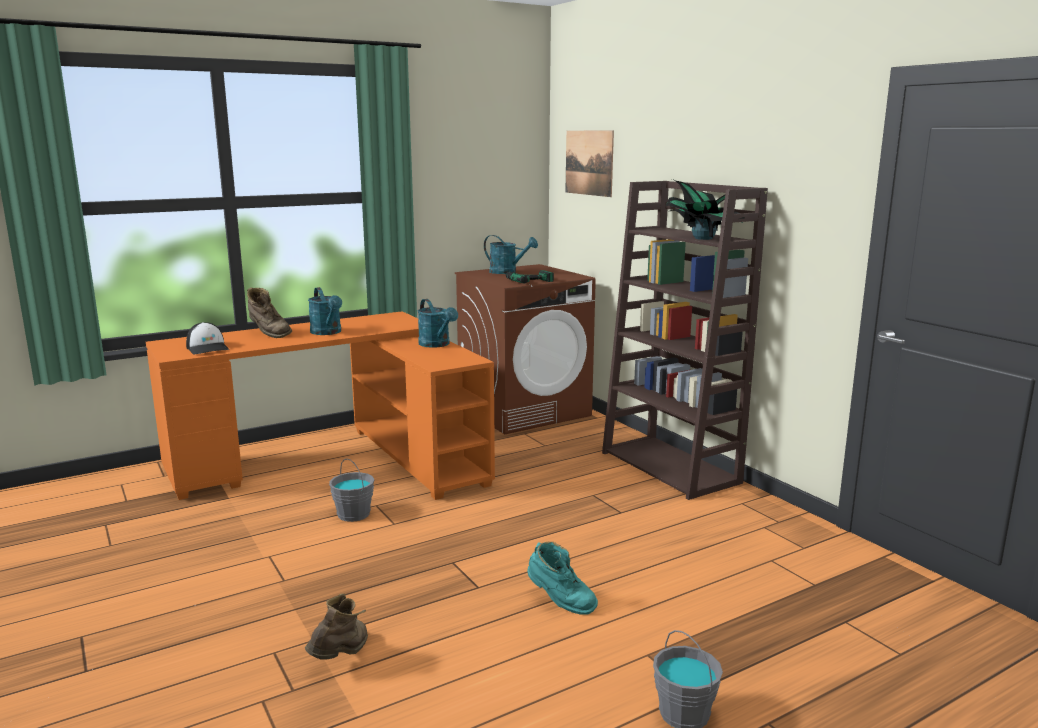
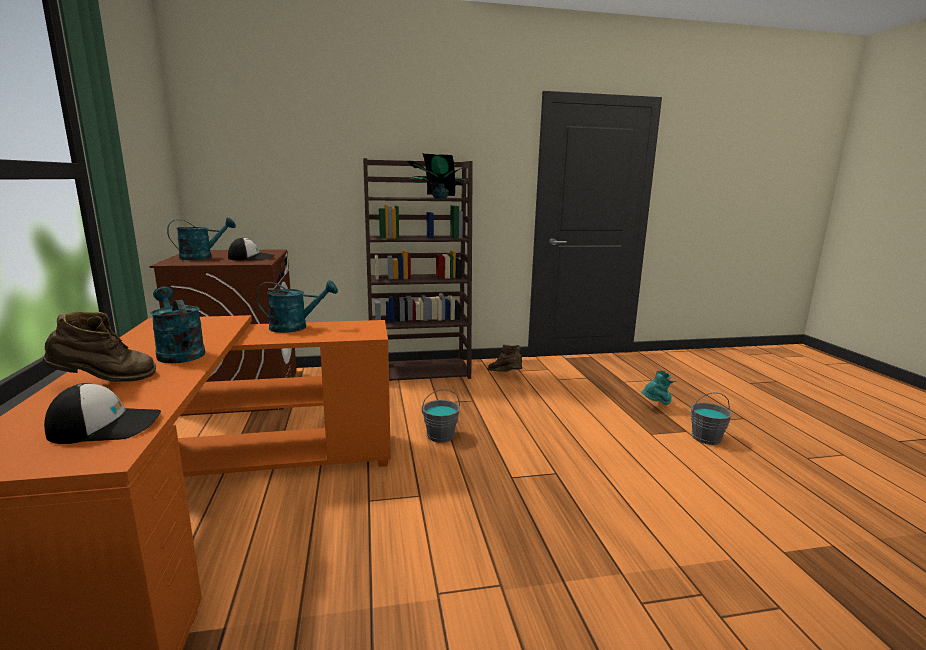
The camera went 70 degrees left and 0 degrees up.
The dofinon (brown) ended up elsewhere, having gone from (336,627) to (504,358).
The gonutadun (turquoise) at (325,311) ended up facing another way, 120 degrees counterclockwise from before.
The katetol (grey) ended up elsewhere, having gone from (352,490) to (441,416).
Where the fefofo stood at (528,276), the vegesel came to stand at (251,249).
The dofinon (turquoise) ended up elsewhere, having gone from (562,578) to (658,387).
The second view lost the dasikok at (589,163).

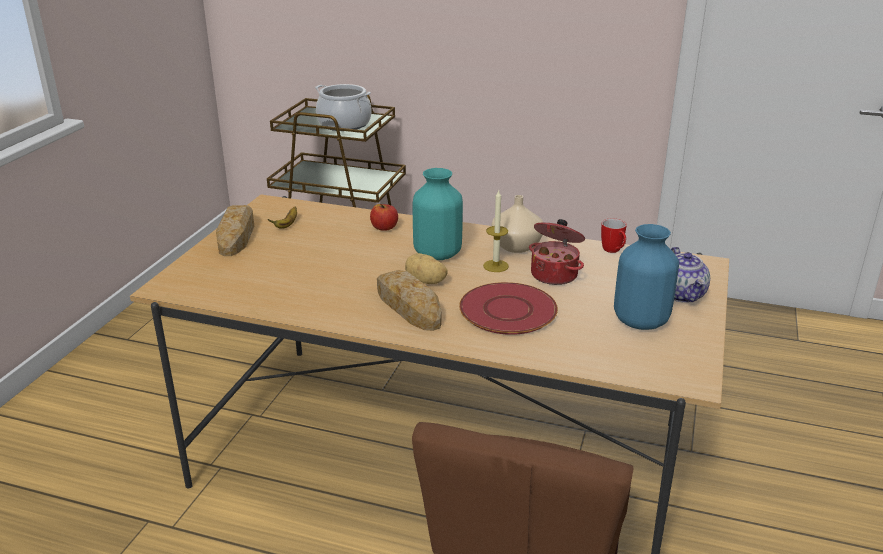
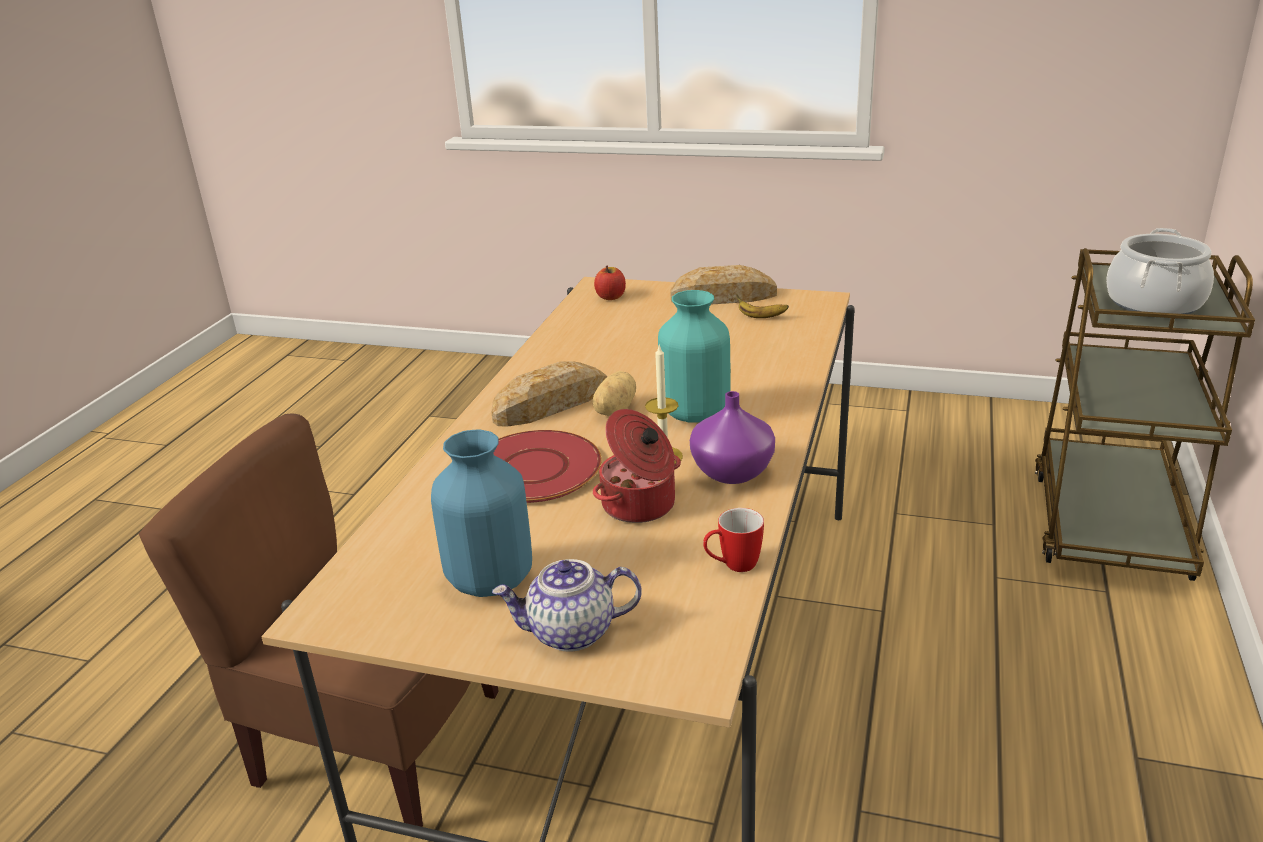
The camera went 90 degrees right and 0 degrees up.
The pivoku ended up elsewhere, having gone from (384,217) to (610,283).
What was the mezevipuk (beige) at (517,224) turned into the mezevipuk (purple) at (732,437).

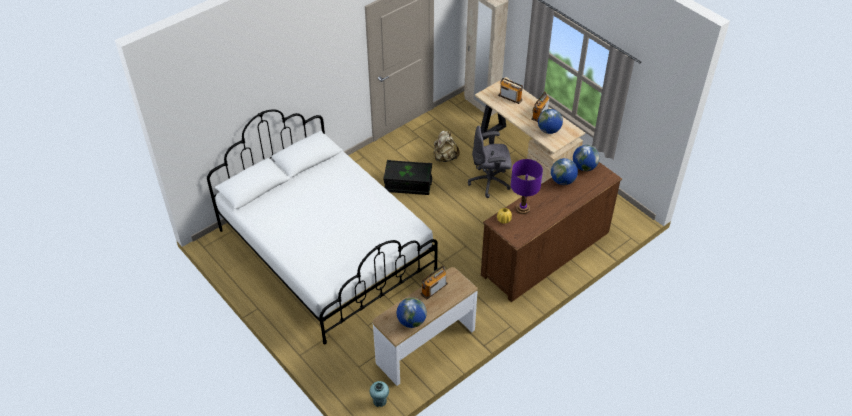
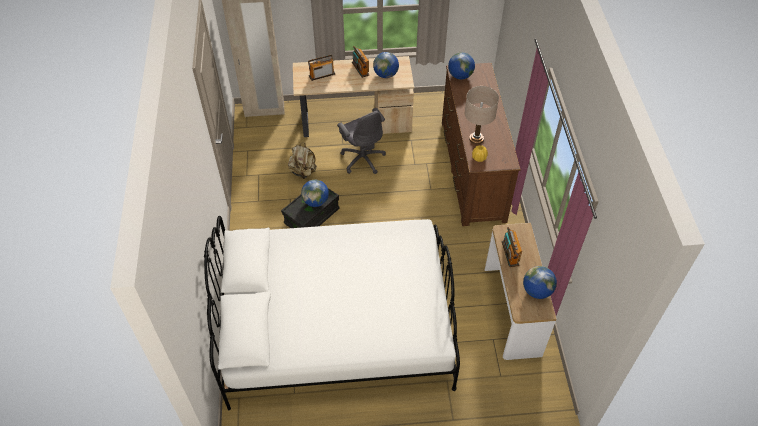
The camera went 55 degrees left and 5 degrees up.
The second view lost the mezevipuk (turquoise) at (379,394).
The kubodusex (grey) at (490,162) ended up facing another way, 60 degrees counterclockwise from before.
What was the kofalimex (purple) at (527,186) turned into the kofalimex (beige) at (482,115).
The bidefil ended up elsewhere, having gone from (564,171) to (315,193).

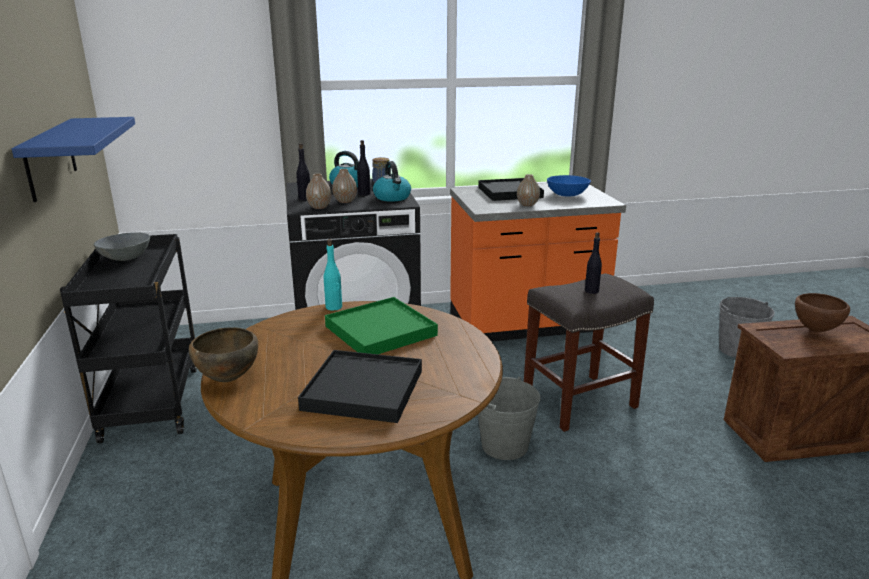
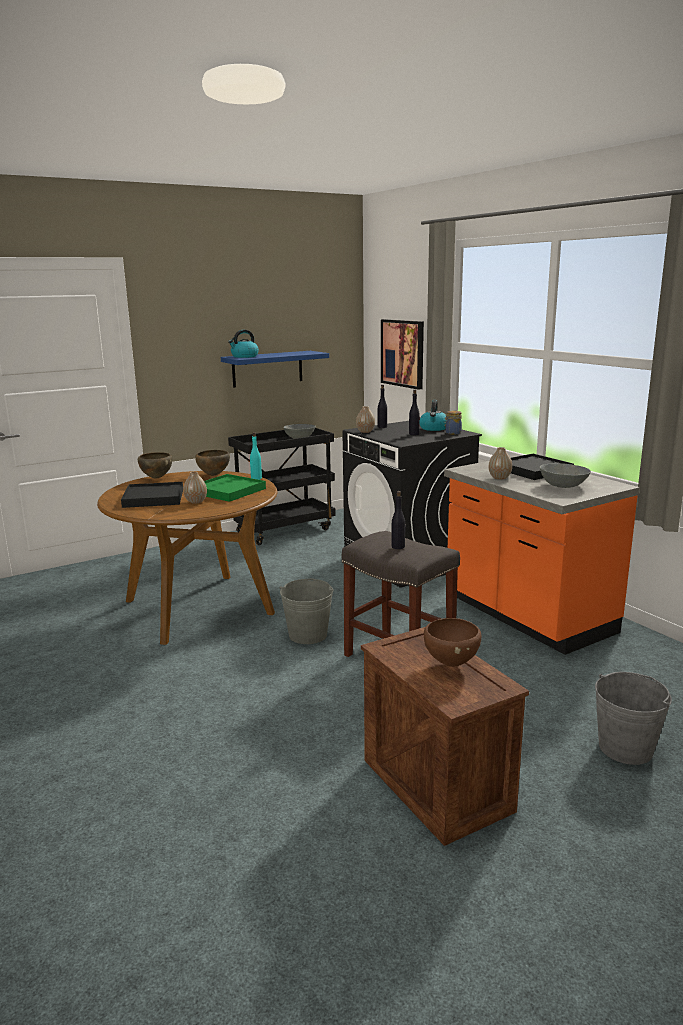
The camera went 70 degrees right and 5 degrees down.
The mezevipuk ended up elsewhere, having gone from (344,186) to (195,487).
The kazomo ended up elsewhere, having gone from (392,181) to (243,344).
What was the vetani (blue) at (569,185) turned into the vetani (grey) at (565,475).
The second view gained the vetani (brown) at (212,463).
The second view gained the dasikok at (402,354).

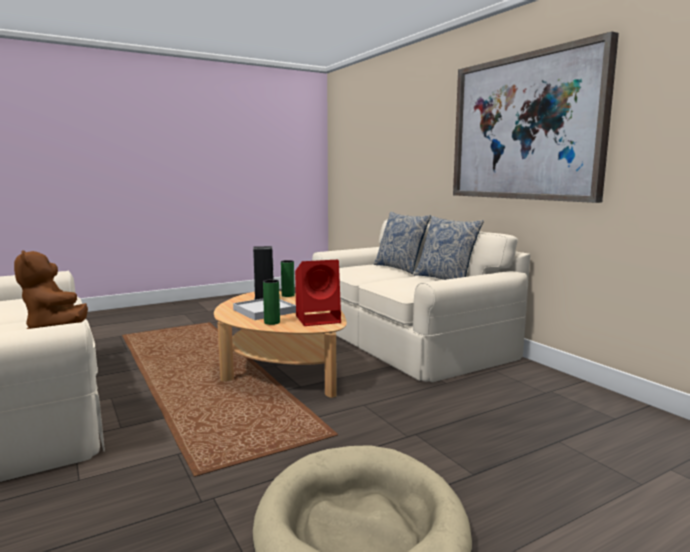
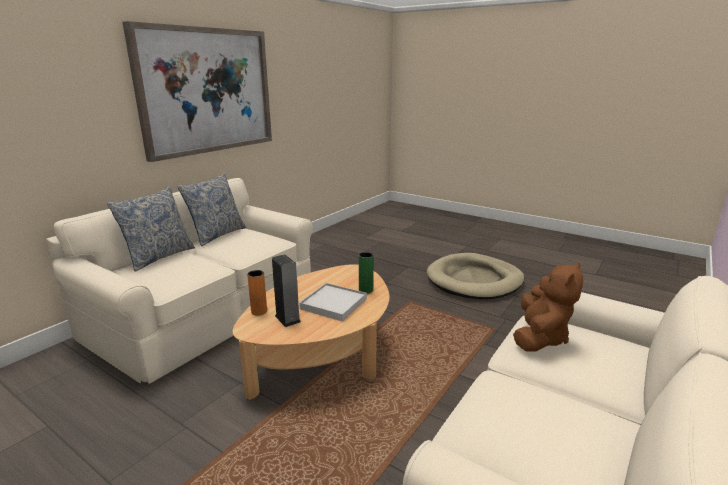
The camera went 115 degrees left and 10 degrees up.
What was the mezevipuk (green) at (288,278) turned into the mezevipuk (orange) at (257,293).
The second view lost the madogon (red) at (318,293).

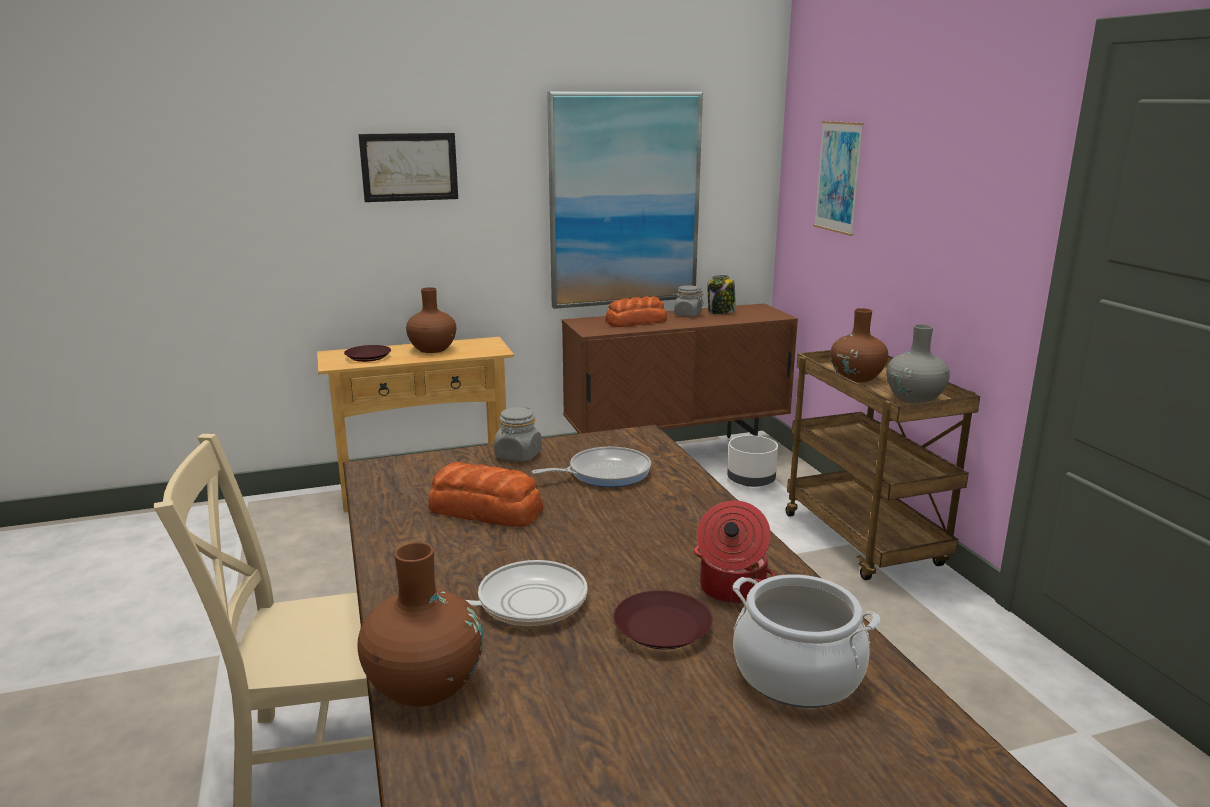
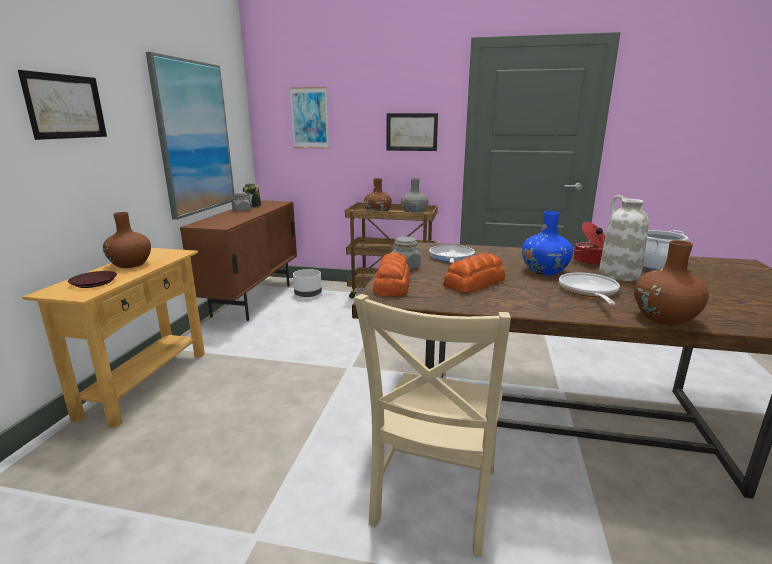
The camera went 60 degrees left and 0 degrees up.
The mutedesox ended up elsewhere, having gone from (636,311) to (391,274).
Where the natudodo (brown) stood at (662,619), the mezevipuk (white) came to stand at (624,238).
The second view gained the dasikok at (412,132).
The second view gained the mezevipuk (blue) at (547,243).

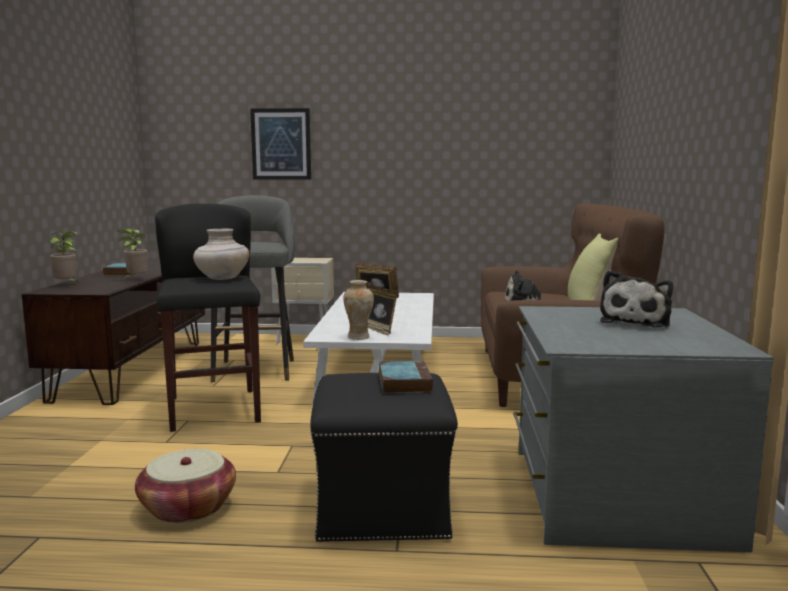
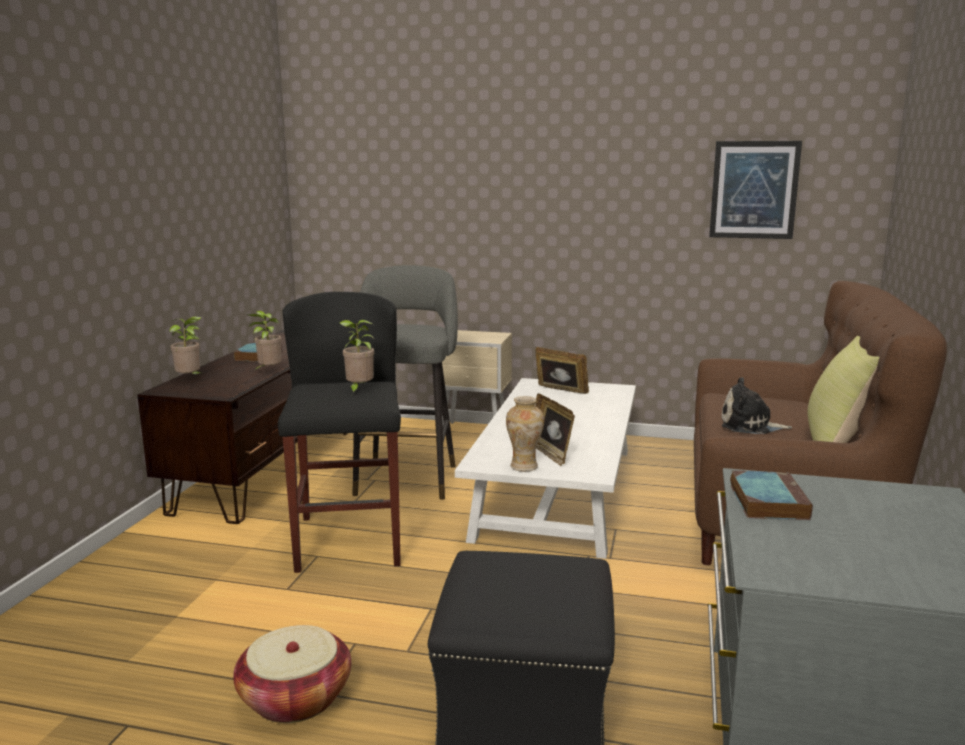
The camera went 10 degrees right and 5 degrees up.
Where the mezevipuk (beige) stood at (221,254), the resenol came to stand at (356,357).
The dasikok ended up elsewhere, having gone from (280,144) to (755,190).
The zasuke ended up elsewhere, having gone from (406,377) to (771,495).
The second view lost the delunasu at (636,298).

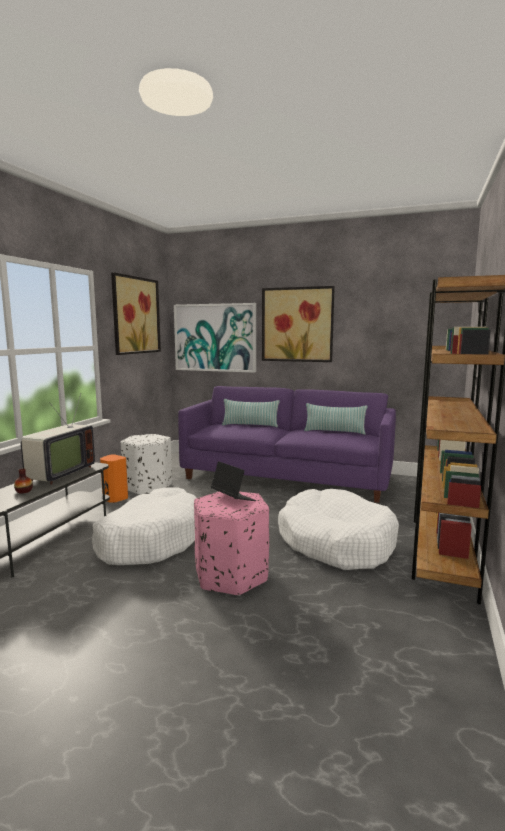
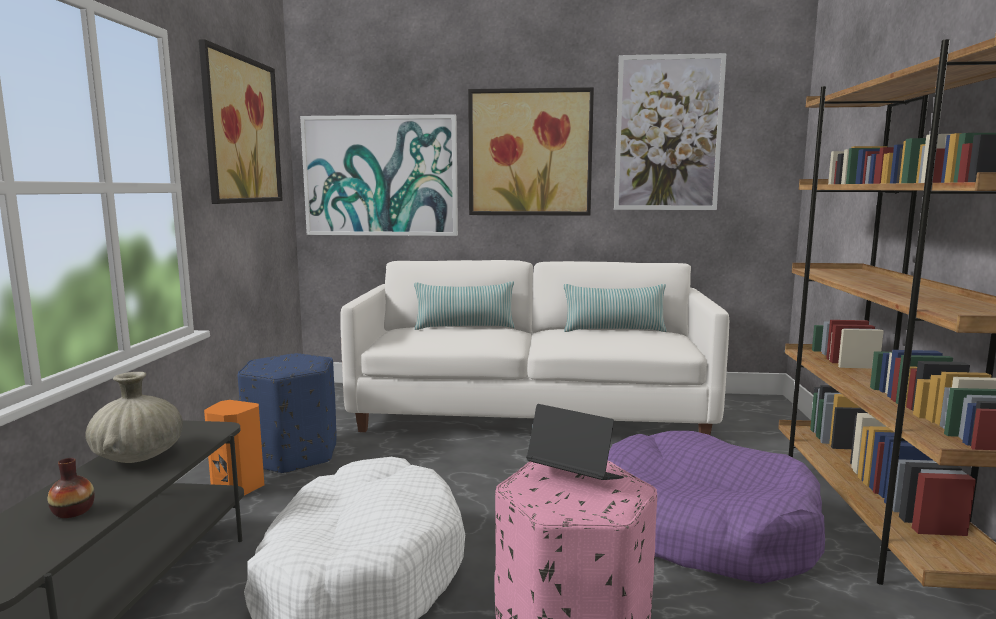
The camera went 15 degrees left and 0 degrees up.
Where the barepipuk stood at (58,439), the mezevipuk (beige) came to stand at (134,417).
What was the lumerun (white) at (146,464) turned into the lumerun (blue) at (287,413).
What was the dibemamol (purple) at (287,444) turned into the dibemamol (white) at (535,347).
What was the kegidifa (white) at (338,529) turned into the kegidifa (purple) at (716,507).
The second view gained the dasikok at (670,131).

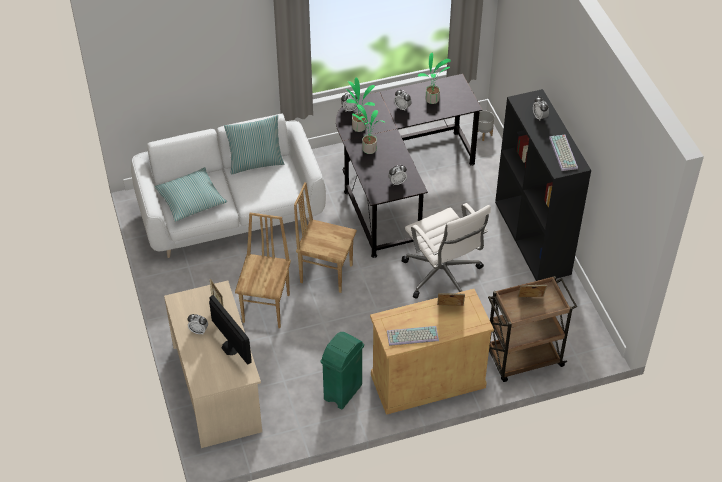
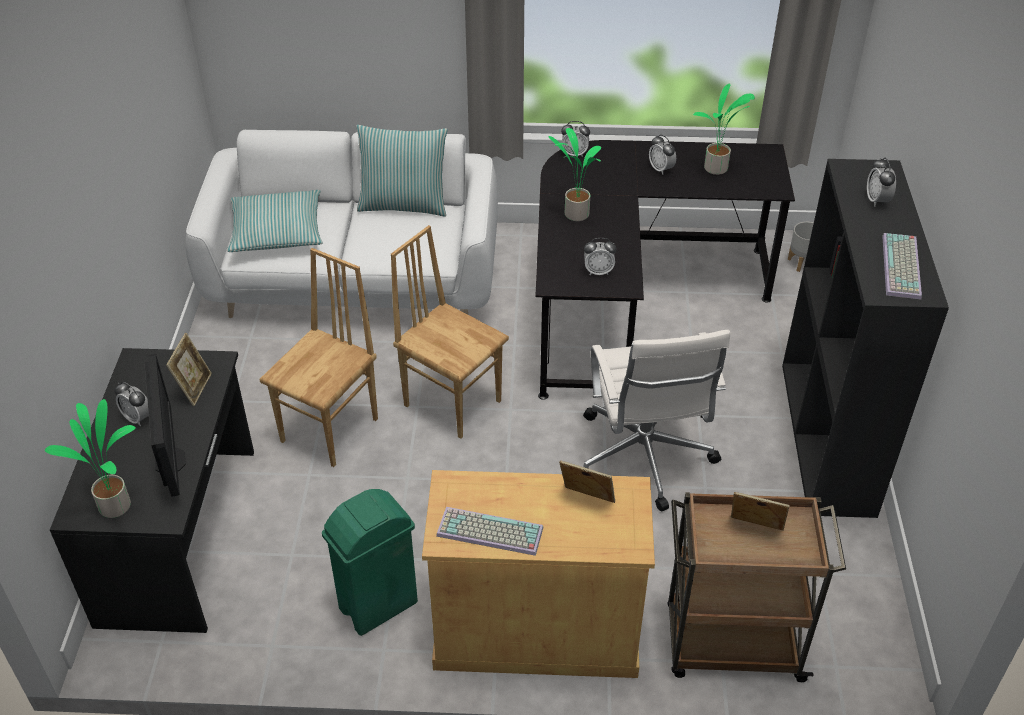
The camera went 20 degrees right and 5 degrees down.
What was the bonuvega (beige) at (213,364) turned into the bonuvega (black) at (152,490).
The resenol ended up elsewhere, having gone from (360,104) to (90,458).

